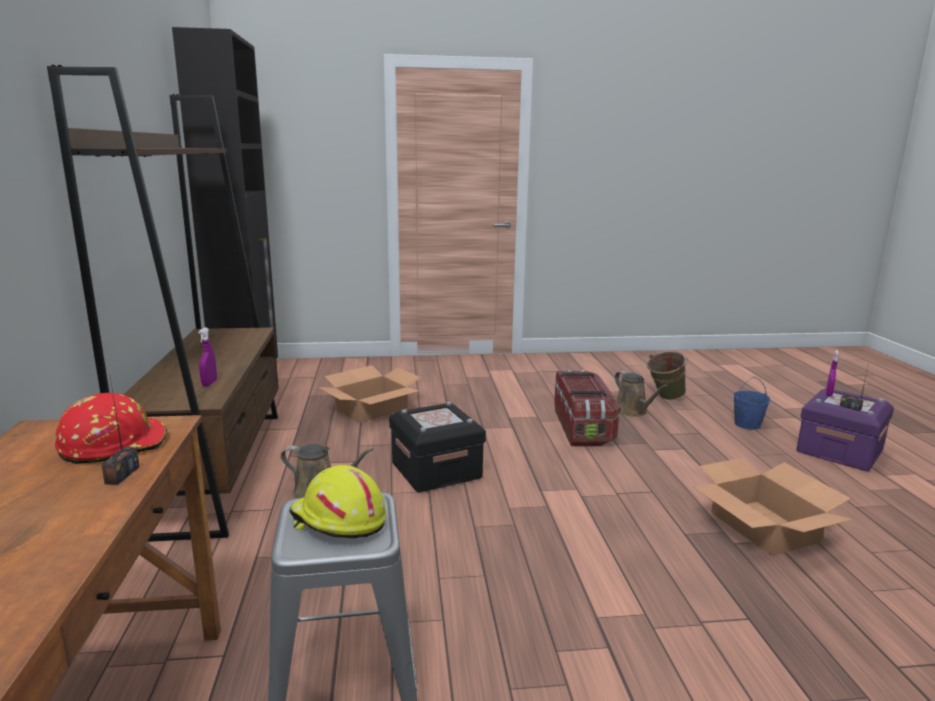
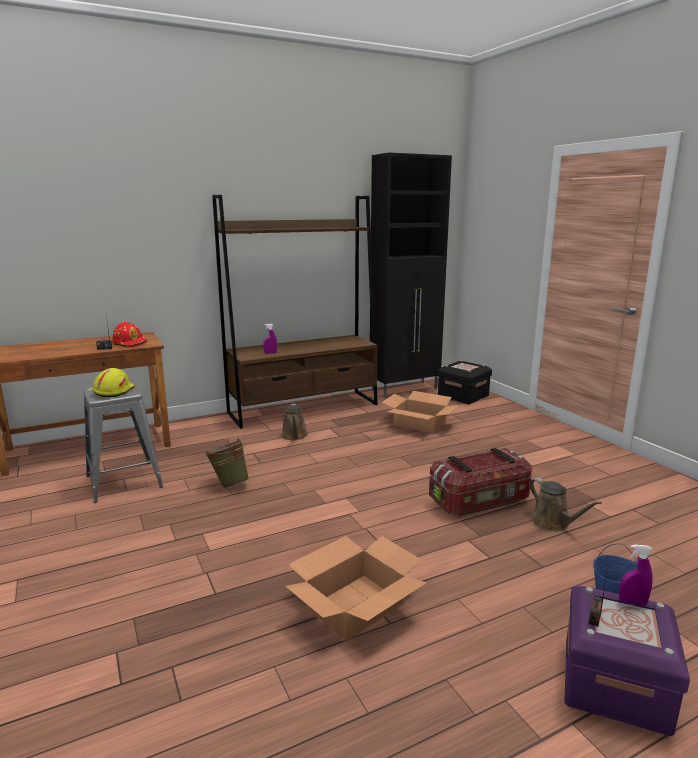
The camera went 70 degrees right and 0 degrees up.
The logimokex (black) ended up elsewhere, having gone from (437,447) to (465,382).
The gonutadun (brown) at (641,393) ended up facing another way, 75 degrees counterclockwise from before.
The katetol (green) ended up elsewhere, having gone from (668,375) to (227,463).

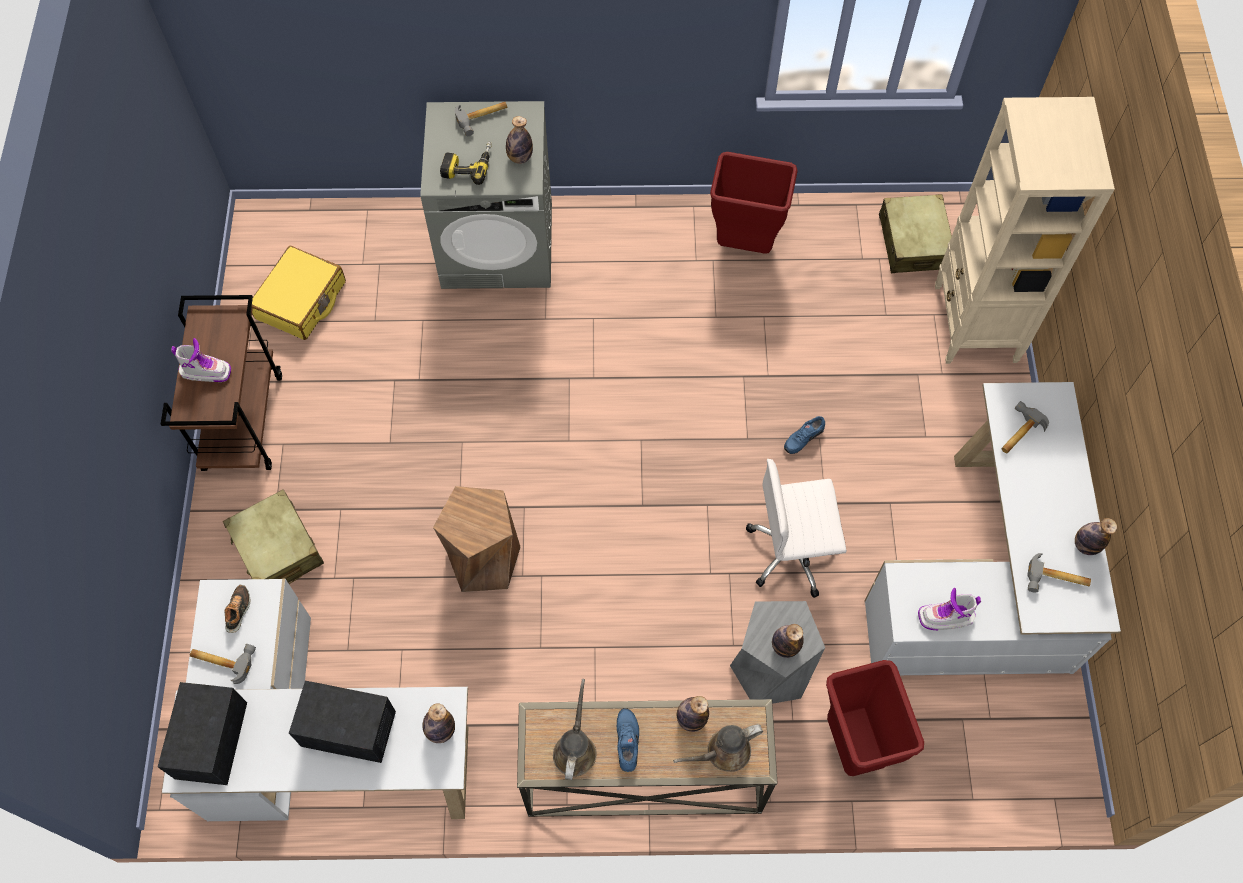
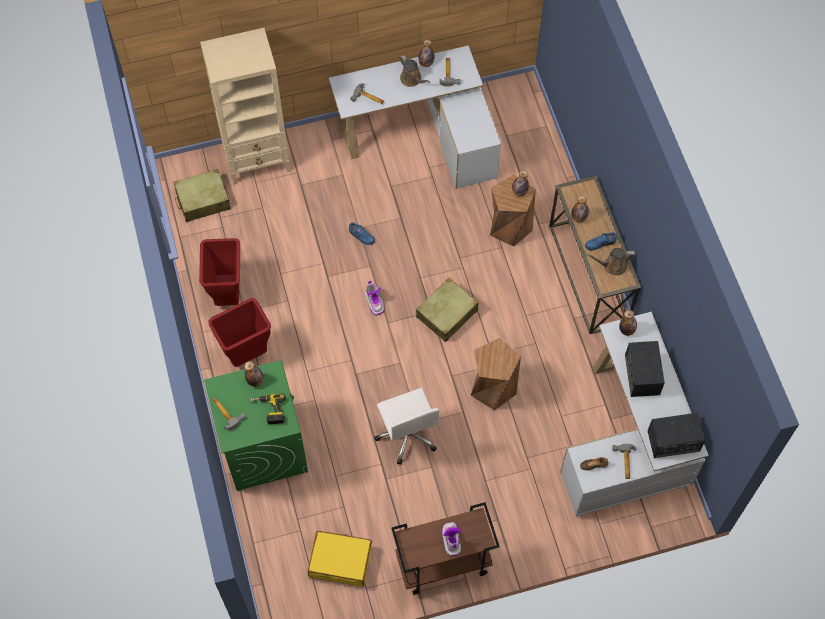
The camera went 105 degrees left and 0 degrees up.
The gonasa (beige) ended up elsewhere, having gone from (273,536) to (447,310).
What was the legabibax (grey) at (486,195) turned into the legabibax (green) at (256,425).
The gonutadun (brown) ended up elsewhere, having gone from (718,748) to (414,71).
What was the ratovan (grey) at (777,652) turned into the ratovan (brown) at (513,211).
The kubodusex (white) ended up elsewhere, having gone from (796,528) to (406,426).
The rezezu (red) ended up elsewhere, having gone from (875,718) to (239,332).
The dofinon ended up elsewhere, having gone from (949,609) to (374,298).

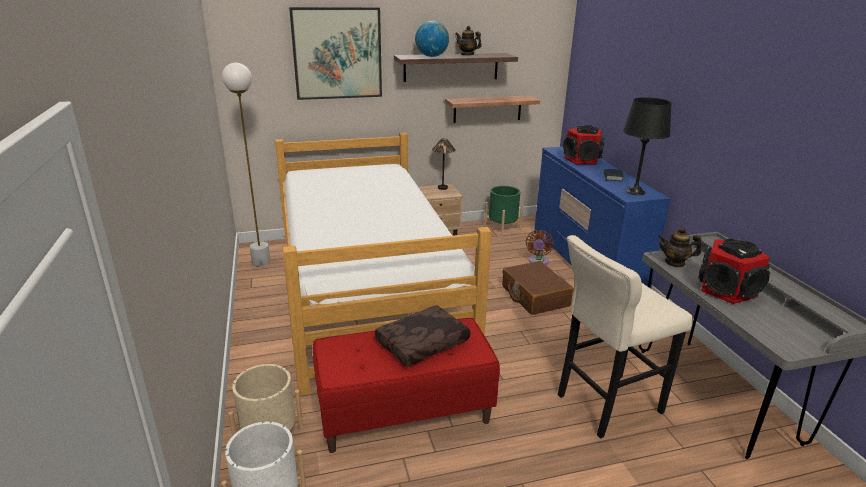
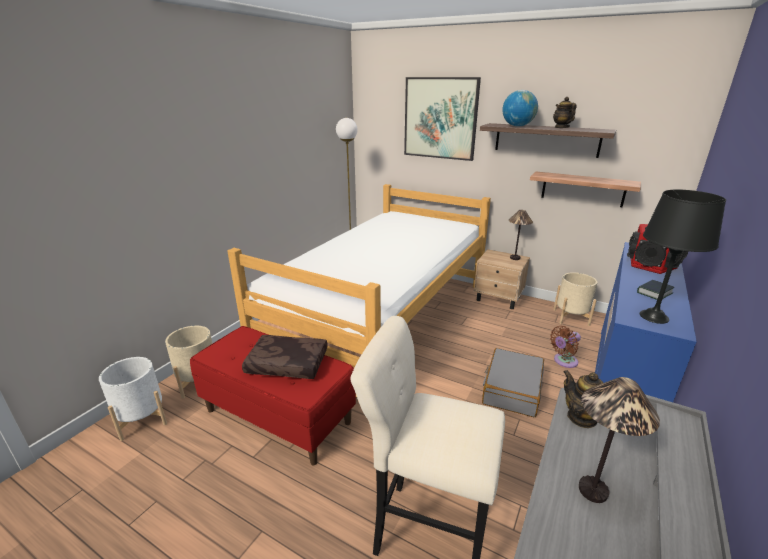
The camera went 45 degrees right and 0 degrees up.
What was the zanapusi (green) at (503,211) turned into the zanapusi (beige) at (575,299).
What was the gonasa (brown) at (537,288) turned into the gonasa (grey) at (513,382).
Where the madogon stood at (734,271), the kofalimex came to stand at (619,440).

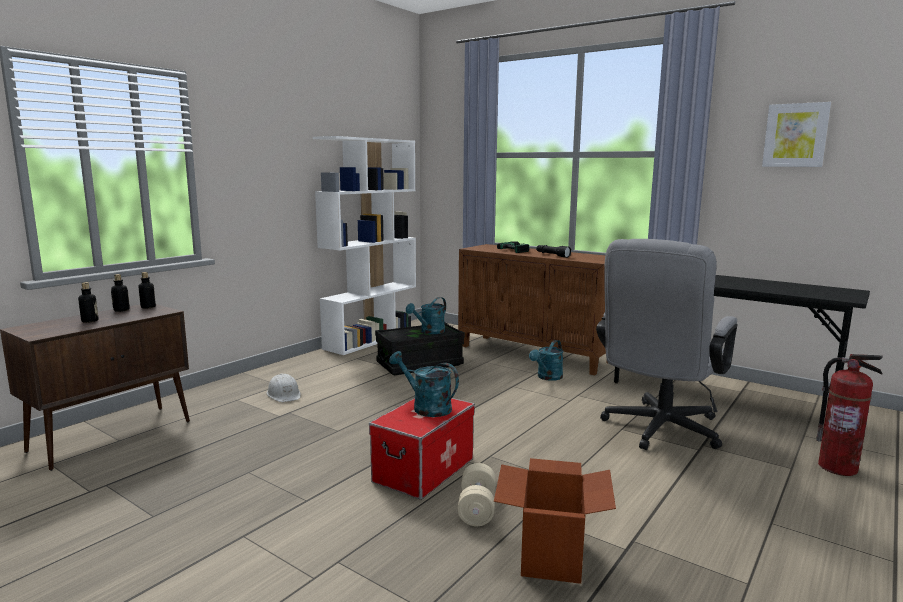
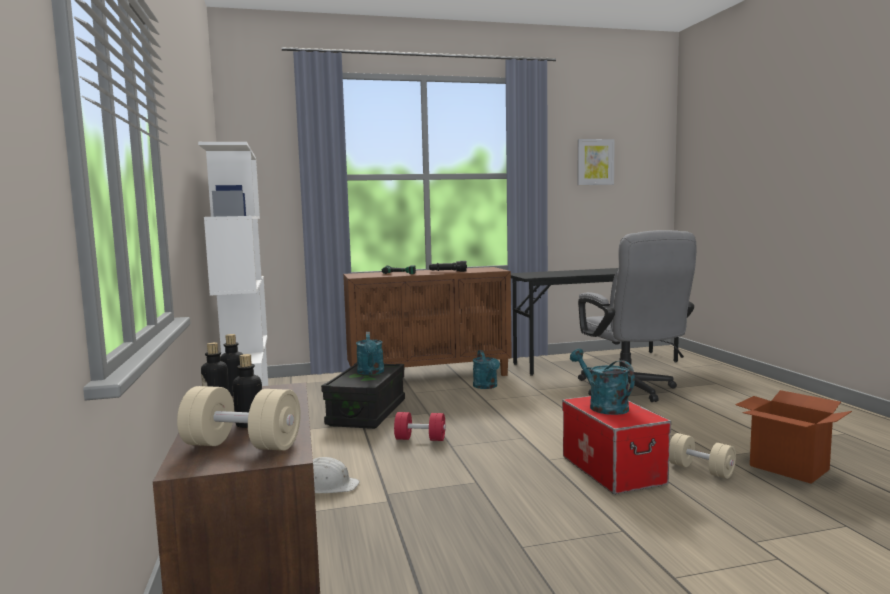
The camera went 50 degrees left and 5 degrees down.
The gonutadun (turquoise) at (424,384) ended up facing another way, 75 degrees clockwise from before.
The second view lost the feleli at (849,415).
The second view gained the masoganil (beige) at (238,418).
The second view gained the masoganil (red) at (420,426).

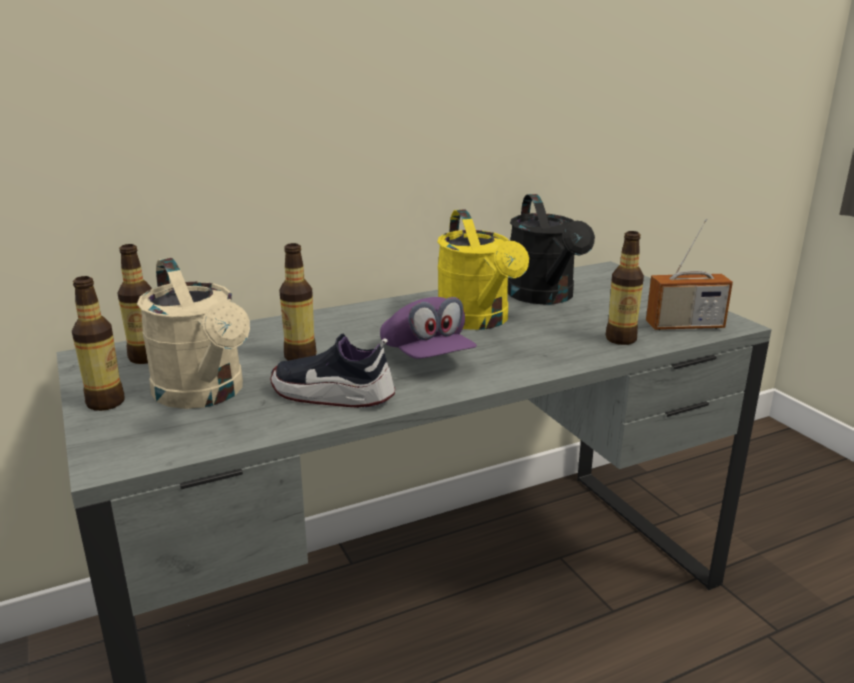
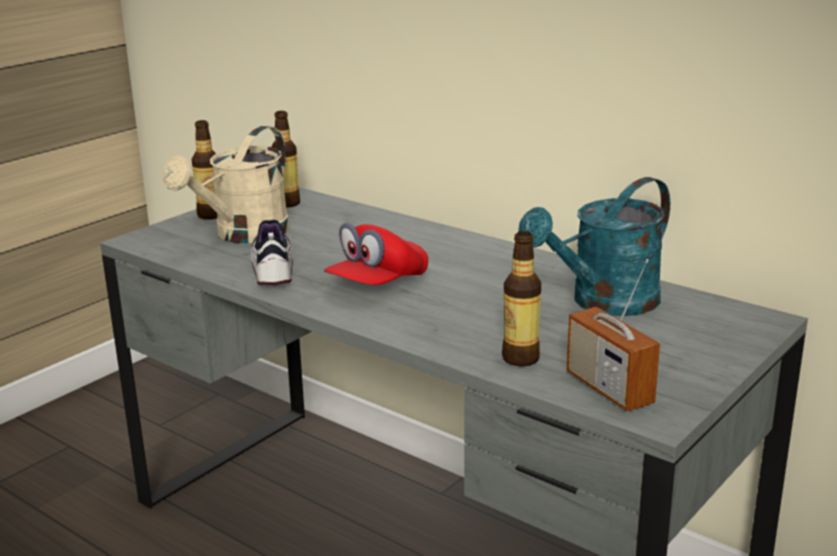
The camera went 65 degrees right and 0 degrees up.
The second view lost the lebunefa at (298,301).
What was the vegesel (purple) at (428,328) turned into the vegesel (red) at (376,254).
The second view lost the gonutadun (yellow) at (483,269).
What was the gonutadun (black) at (551,249) turned into the gonutadun (turquoise) at (594,246).

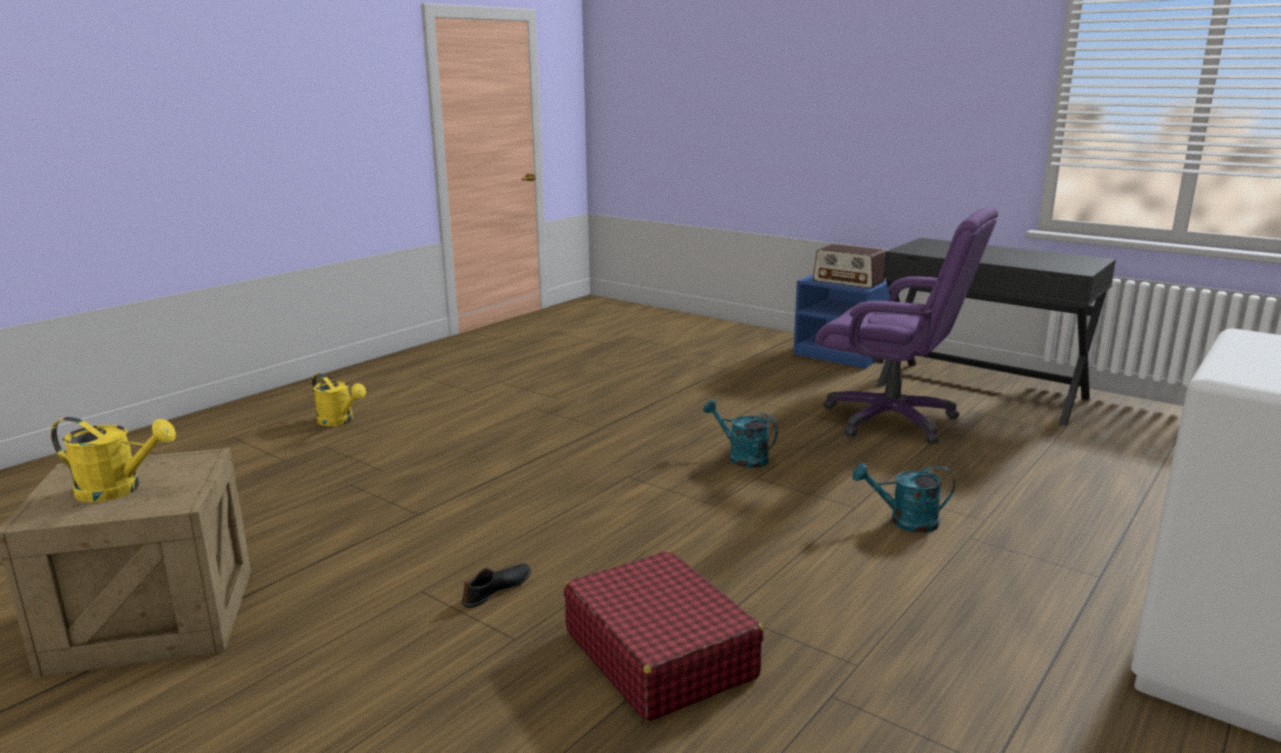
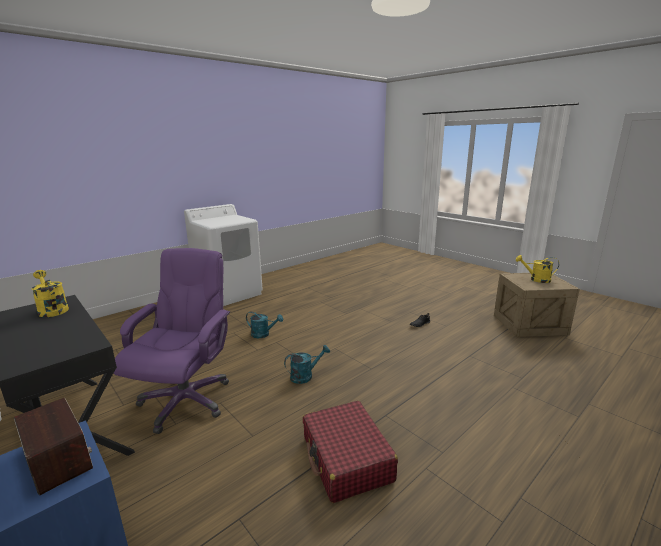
The camera went 170 degrees left and 0 degrees up.
The gonutadun (yellow) ended up elsewhere, having gone from (339,399) to (50,293).
The gonasa (red) ended up elsewhere, having gone from (664,636) to (350,452).
The gonutadun (turquoise) at (740,433) ended up facing another way, 75 degrees counterclockwise from before.
The kubodusex (purple) at (906,325) ended up facing another way, 60 degrees clockwise from before.

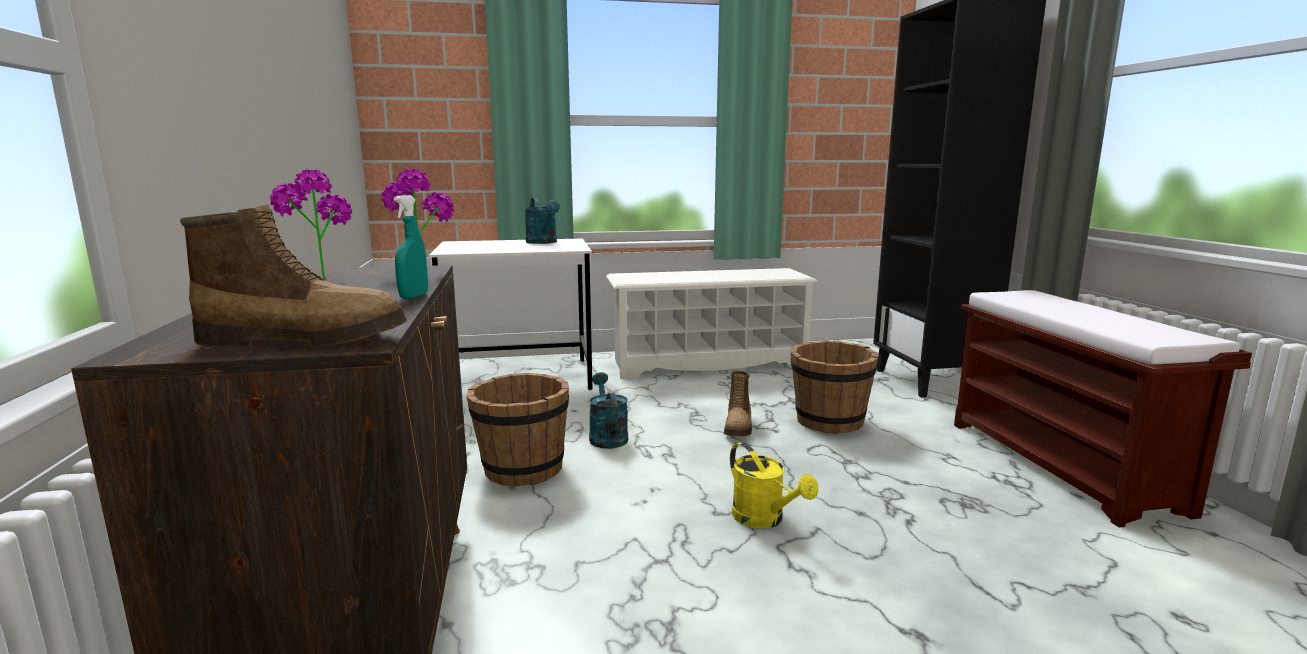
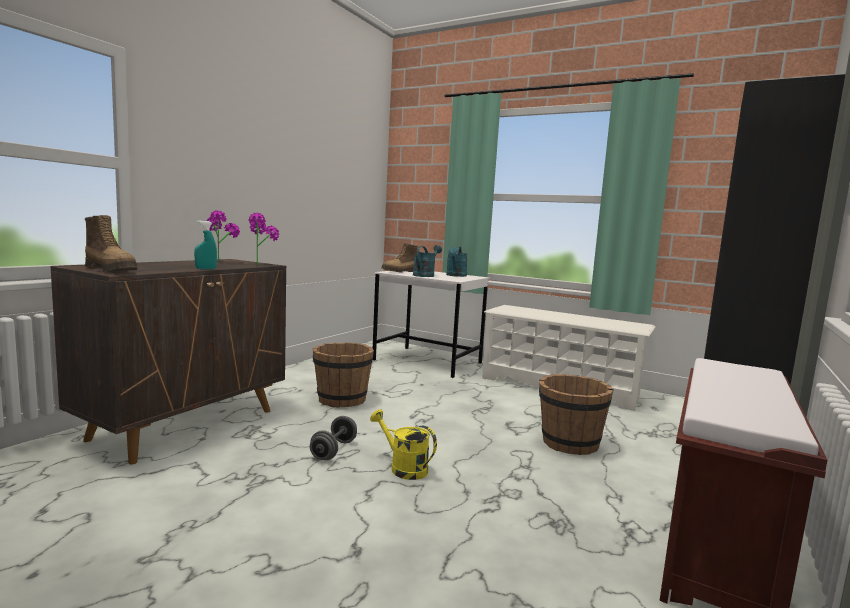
The camera went 40 degrees right and 5 degrees down.
The gonutadun (turquoise) ended up elsewhere, having gone from (608,410) to (427,261).
The dofinon ended up elsewhere, having gone from (738,403) to (399,258).
The gonutadun (yellow) at (774,485) ended up facing another way, 120 degrees clockwise from before.
The second view gained the masoganil (grey) at (333,438).

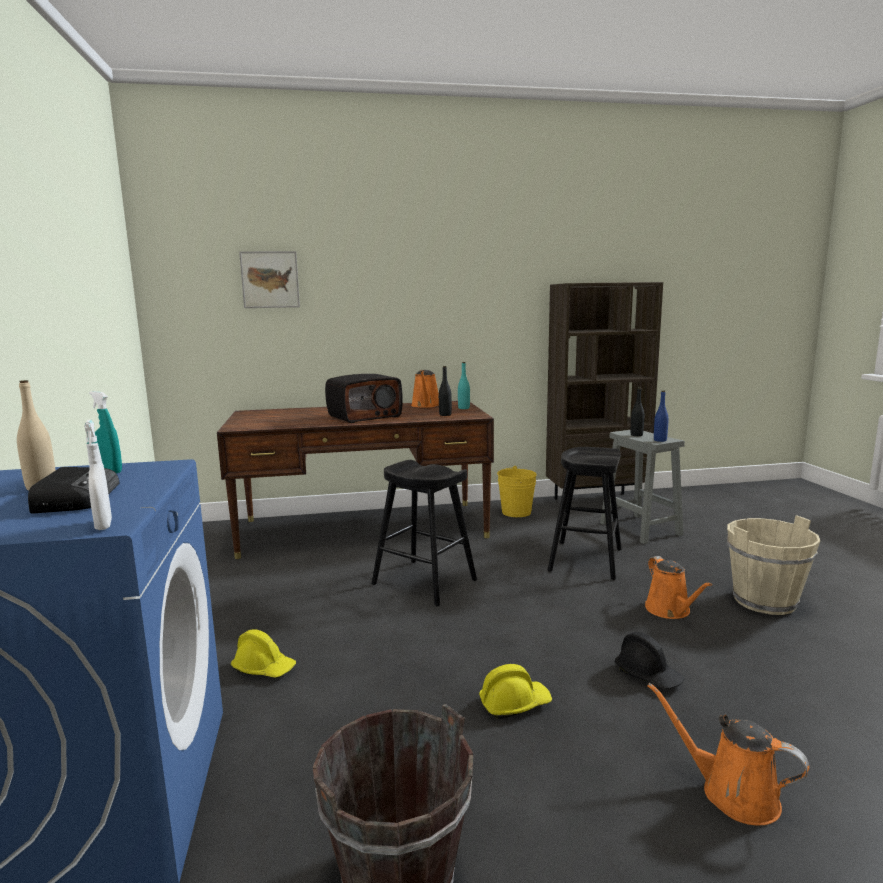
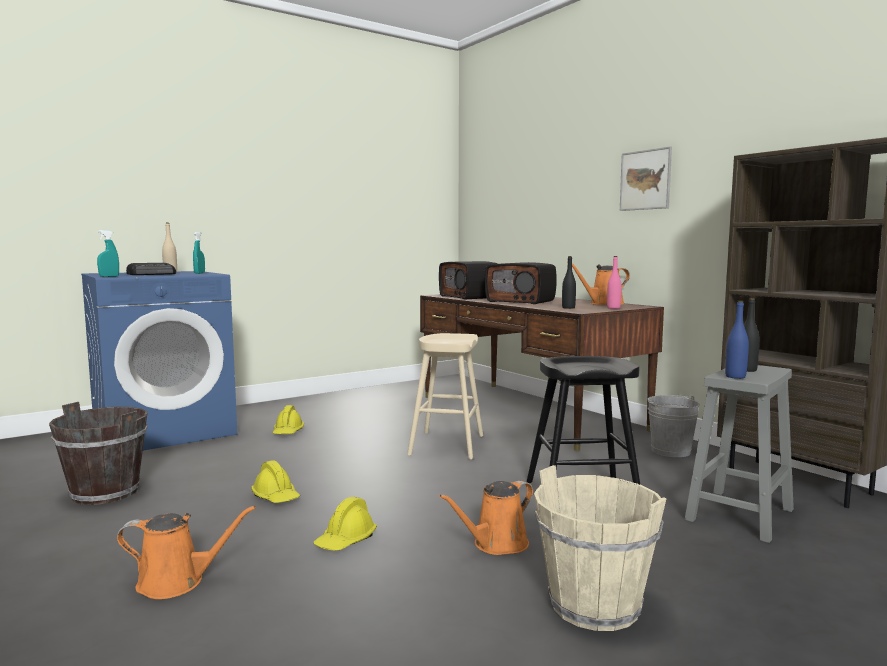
The camera went 65 degrees right and 5 degrees down.
What was the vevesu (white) at (98,475) turned into the vevesu (turquoise) at (108,253).
The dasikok ended up elsewhere, having gone from (269,279) to (646,178).
What was the ratovan (black) at (424,533) turned into the ratovan (beige) at (445,396).
What was the lebunefa (turquoise) at (464,385) turned into the lebunefa (pink) at (614,282).
What was the katetol (yellow) at (517,491) turned into the katetol (grey) at (674,426).
What was the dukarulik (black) at (650,660) turned into the dukarulik (yellow) at (345,524).
The gonutadun (orange) at (728,754) ended up facing another way, 75 degrees clockwise from before.
The second view gained the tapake at (468,280).

